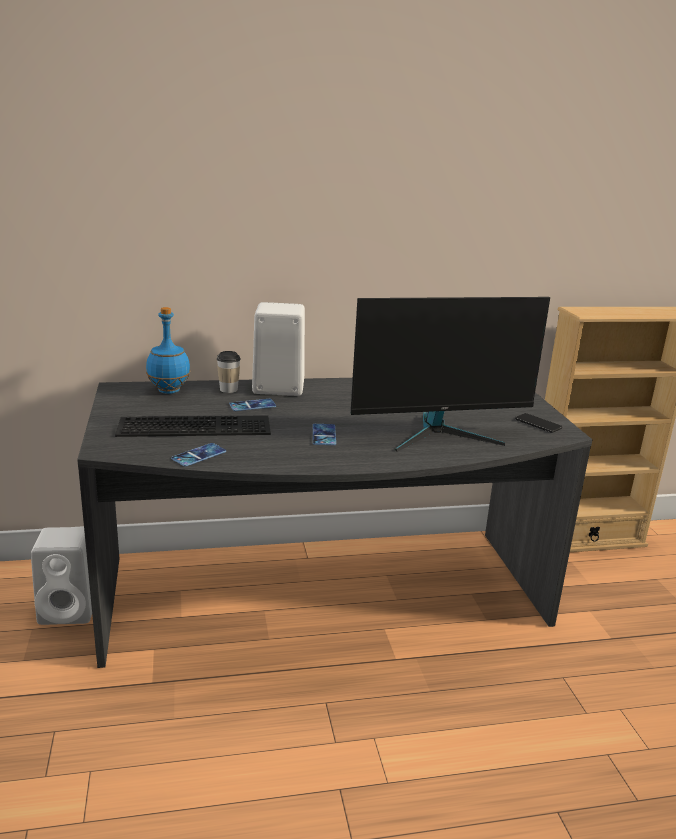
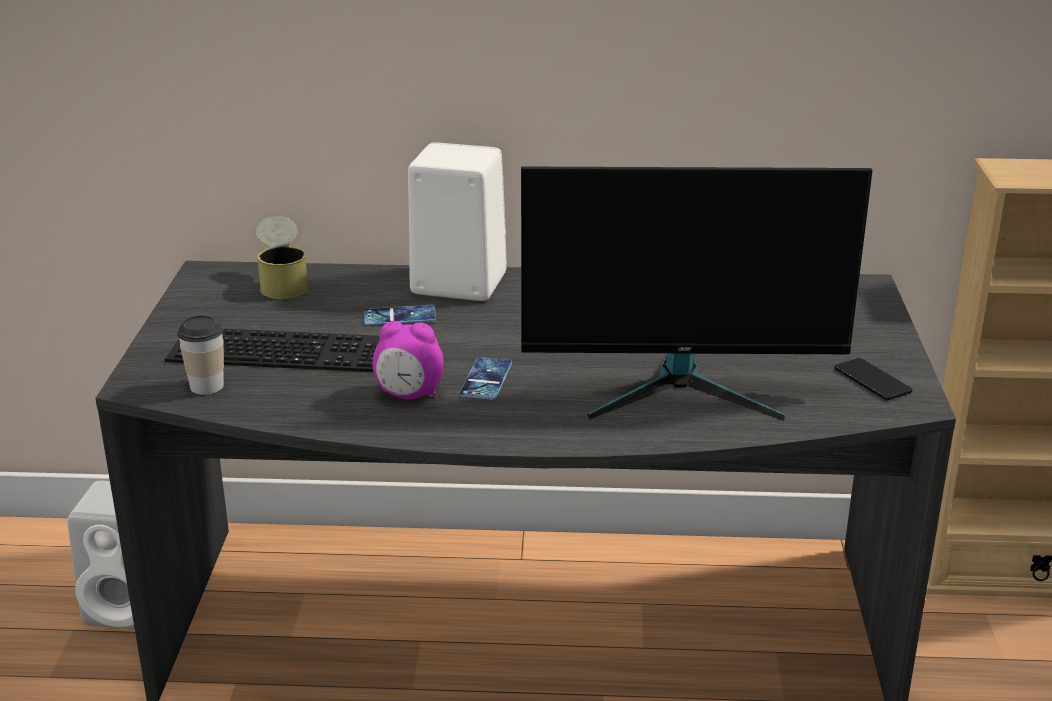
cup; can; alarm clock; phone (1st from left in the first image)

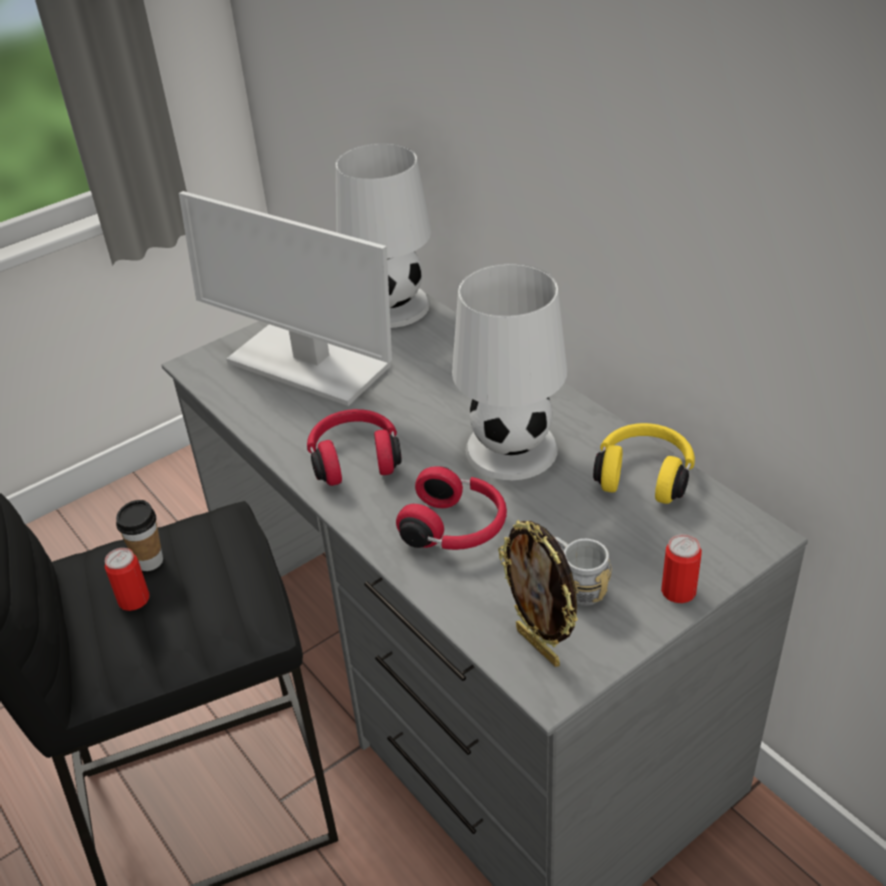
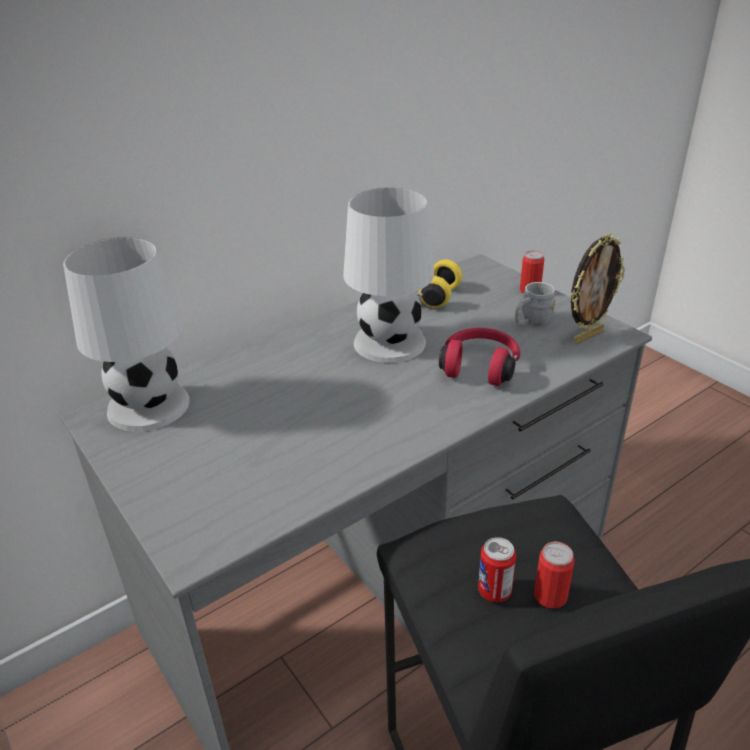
can (1st from left); monitor; headphones in red (1st from left in the first image)

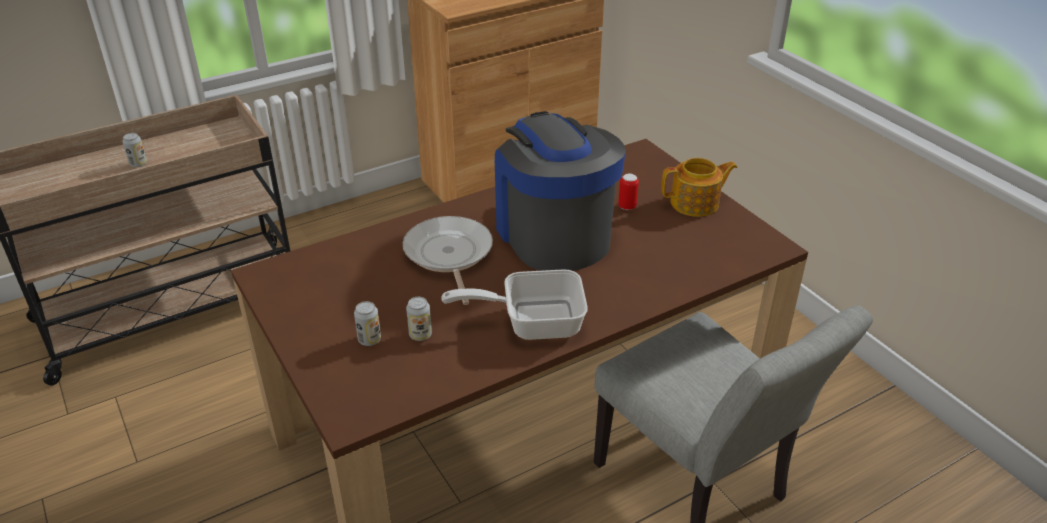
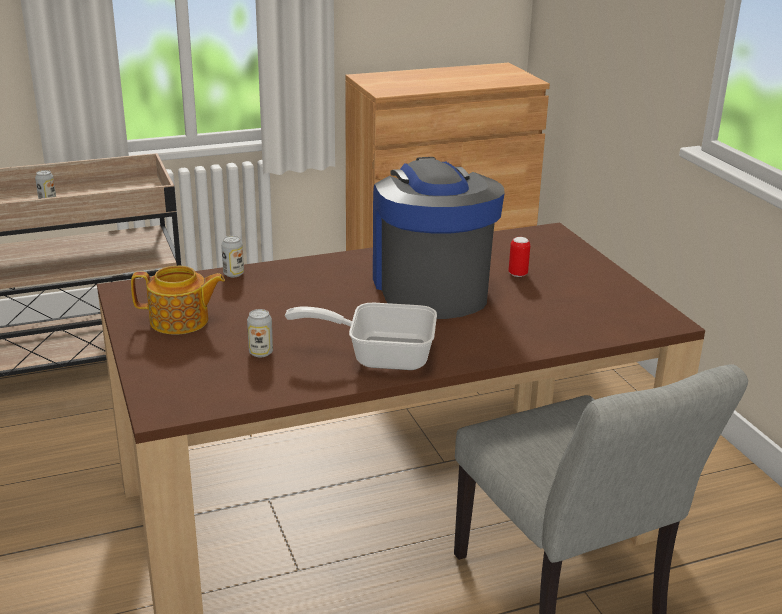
teapot; can (2nd from left); frying pan (1st from left in the first image)

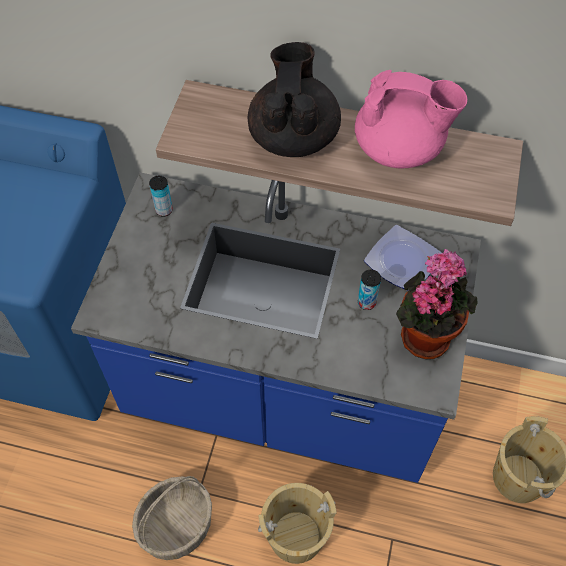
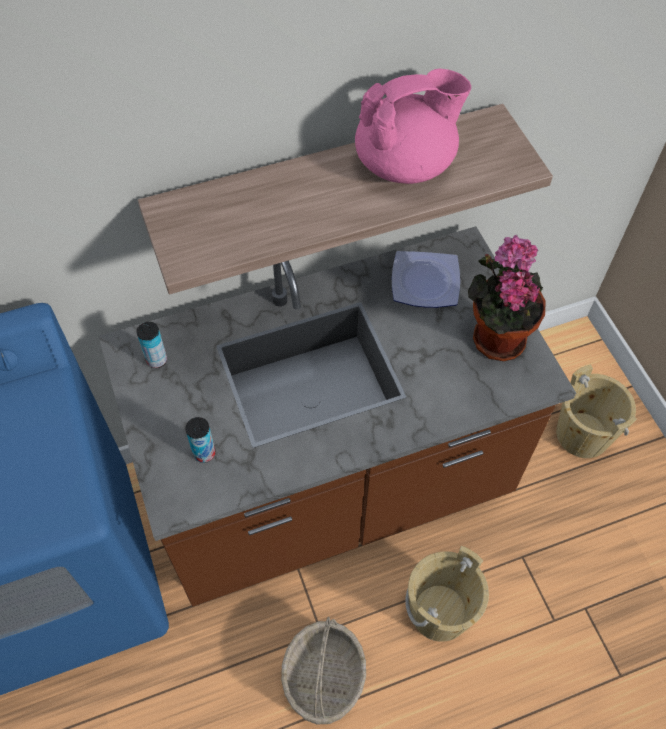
counter in brown; can (2nd from left); teapot in black

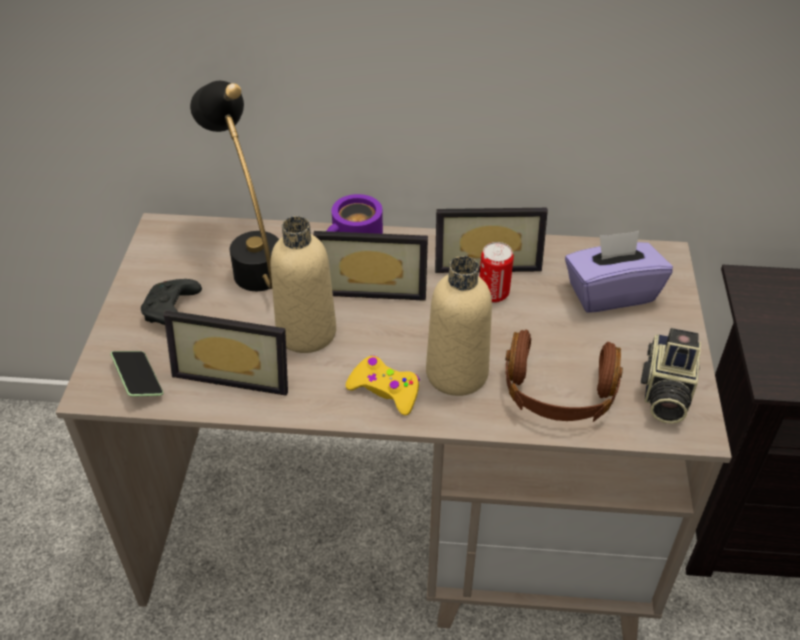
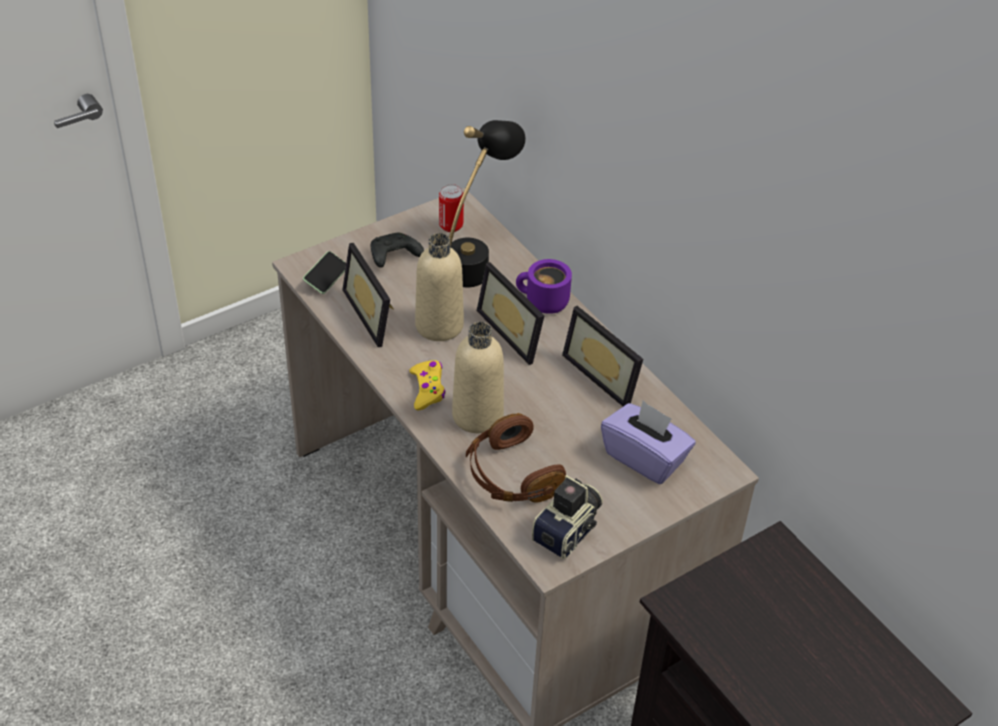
can; photo camera

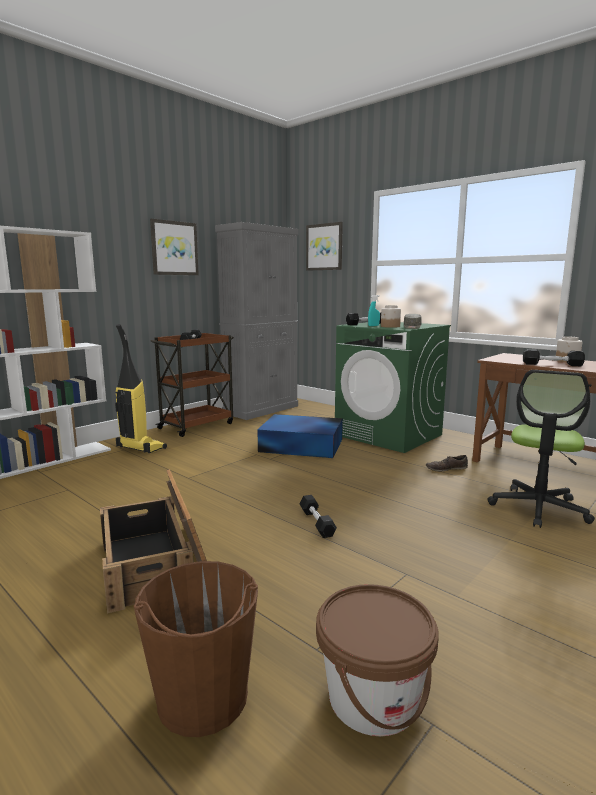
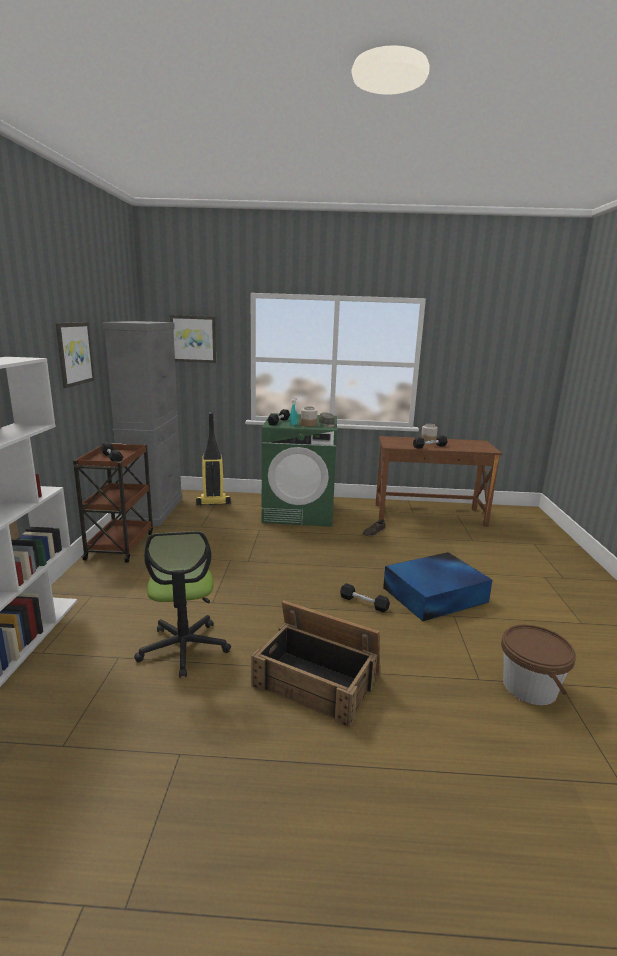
office chair; vacuum cleaner; storage box in blue; bucket in brown (1st from left in the first image)

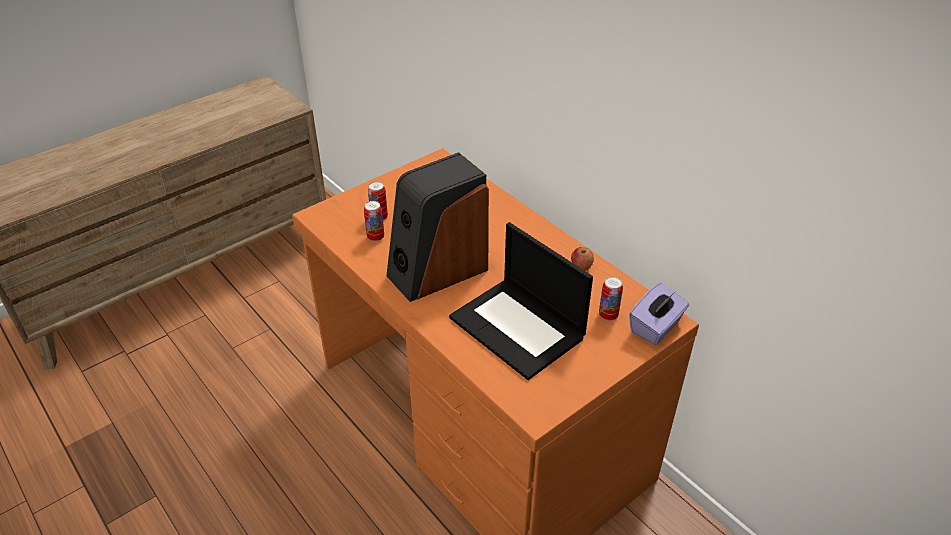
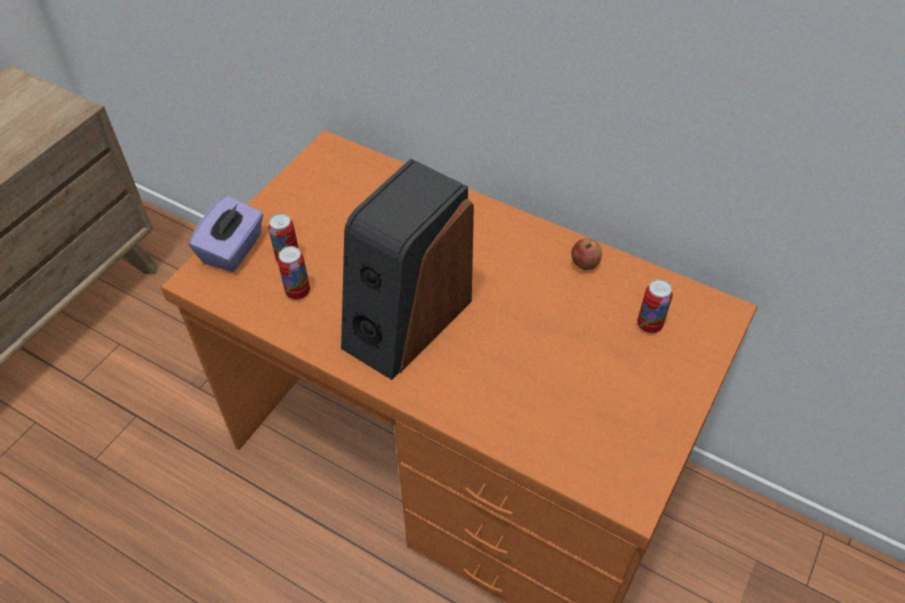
tissue box in purple; laptop

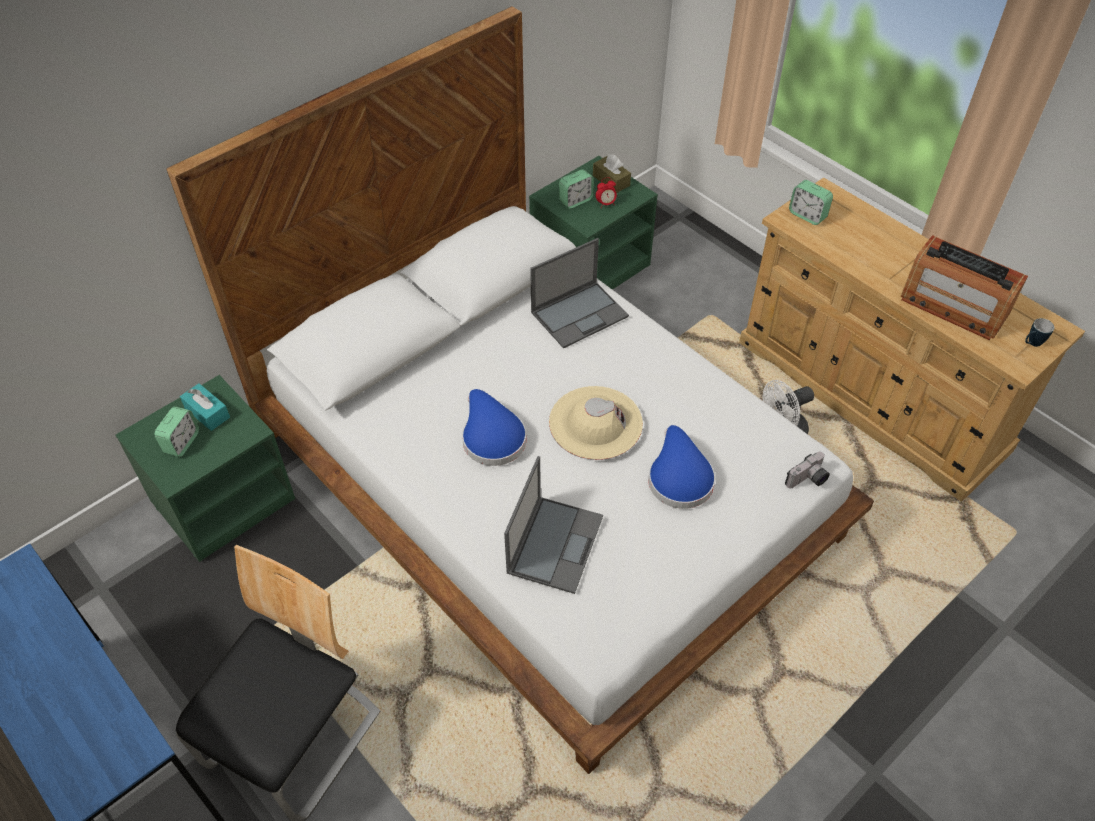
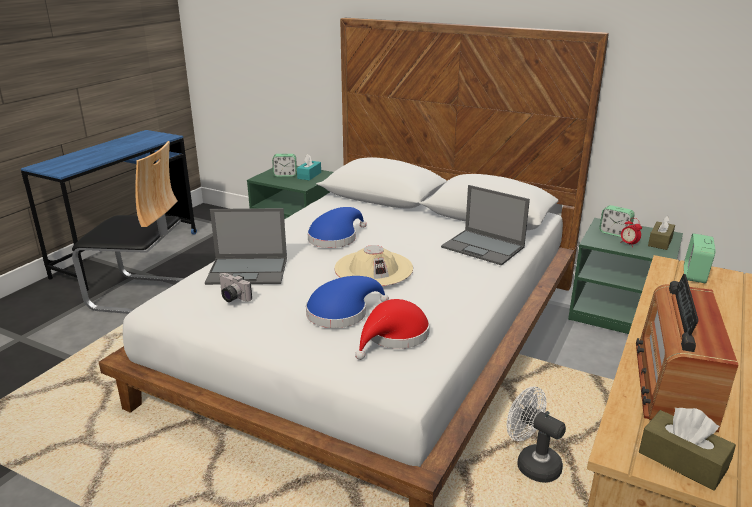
photo camera; hat in red; tissue box in brown (2nd from left)

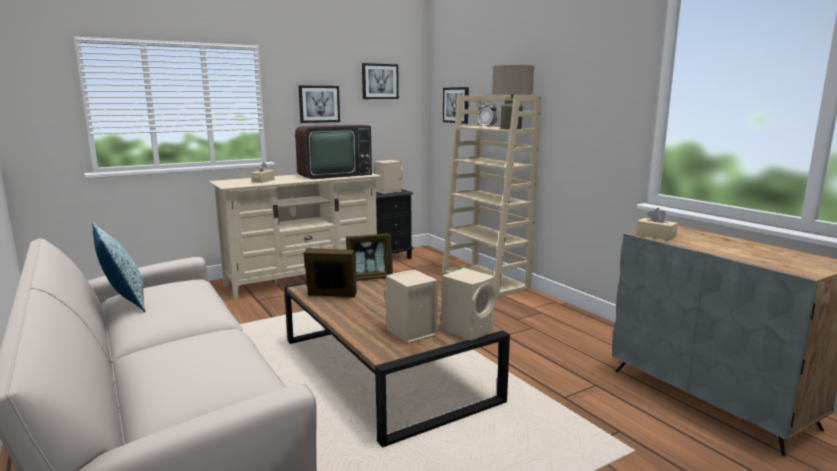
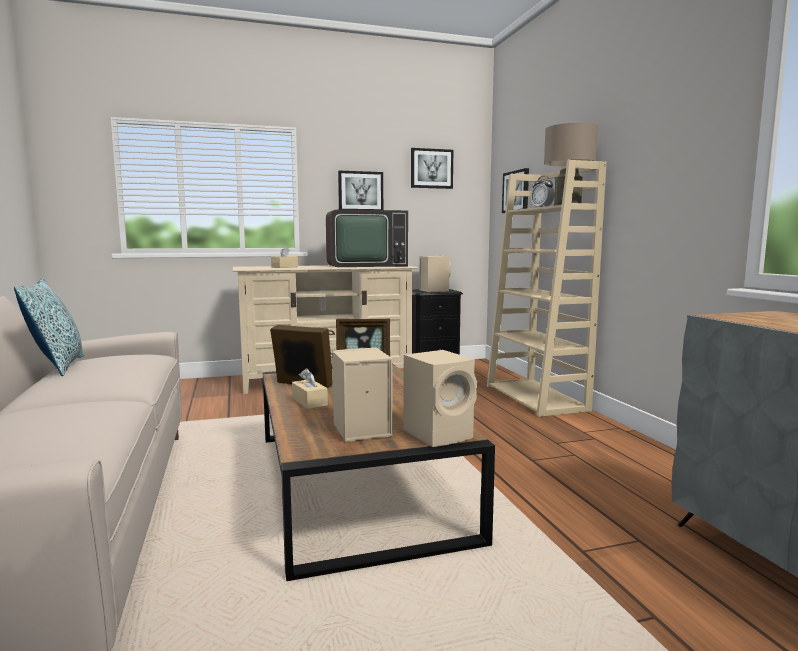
tissue box in beige (2nd from left)

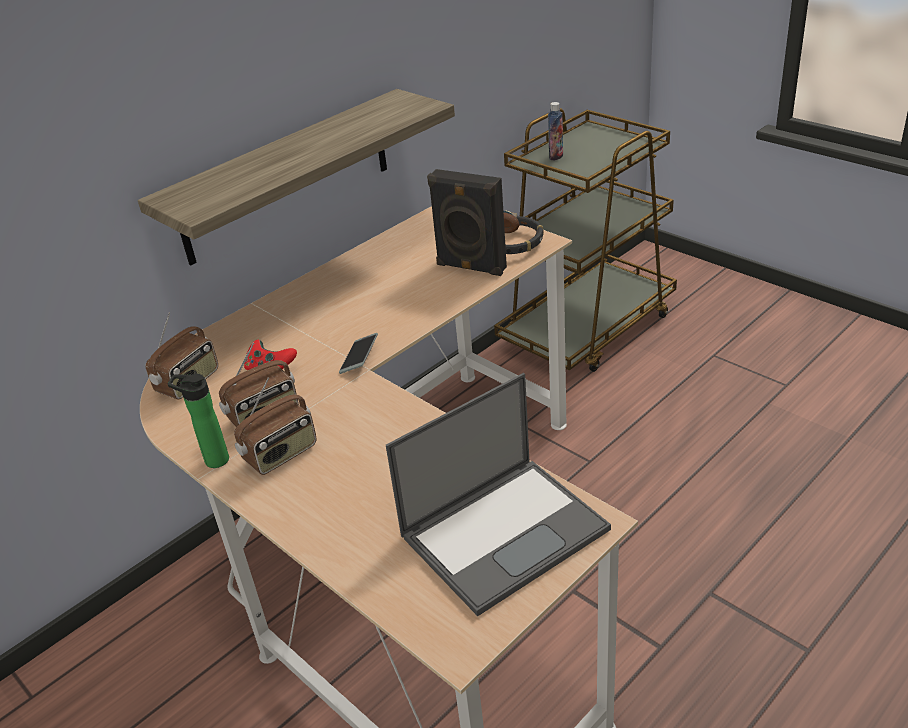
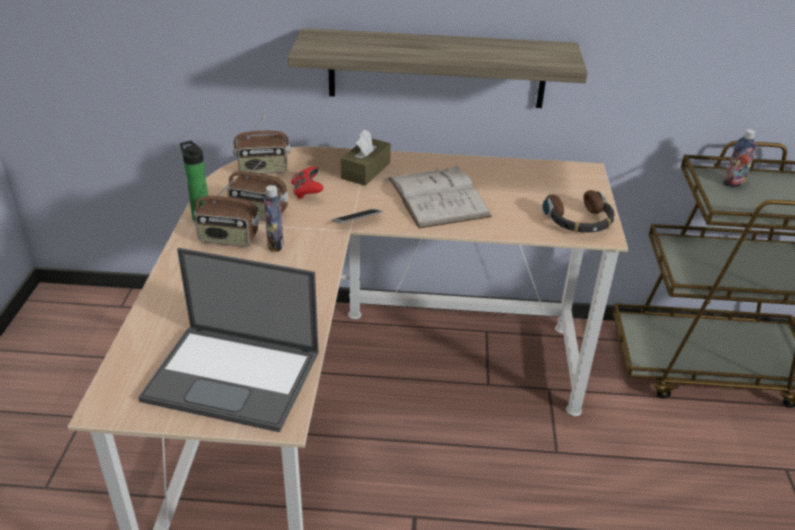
bottle (2nd from left); tissue box in brown; book in white; speaker in black

